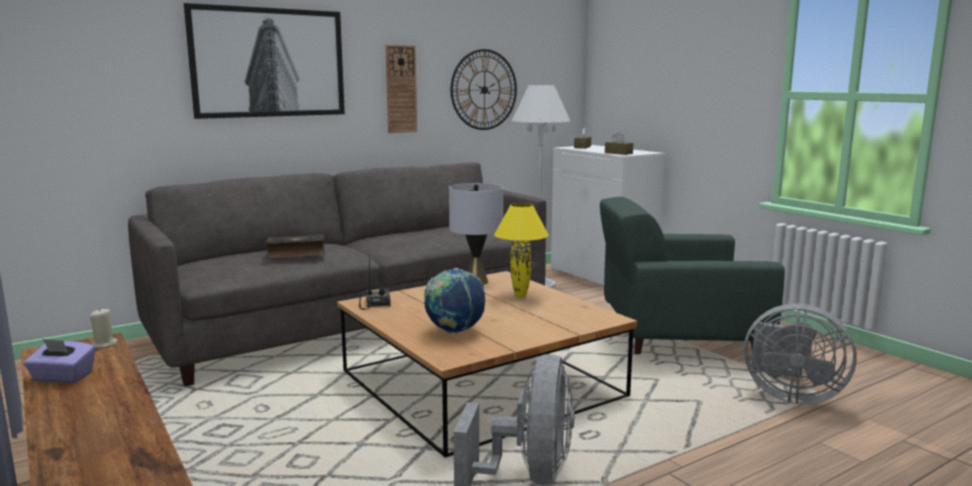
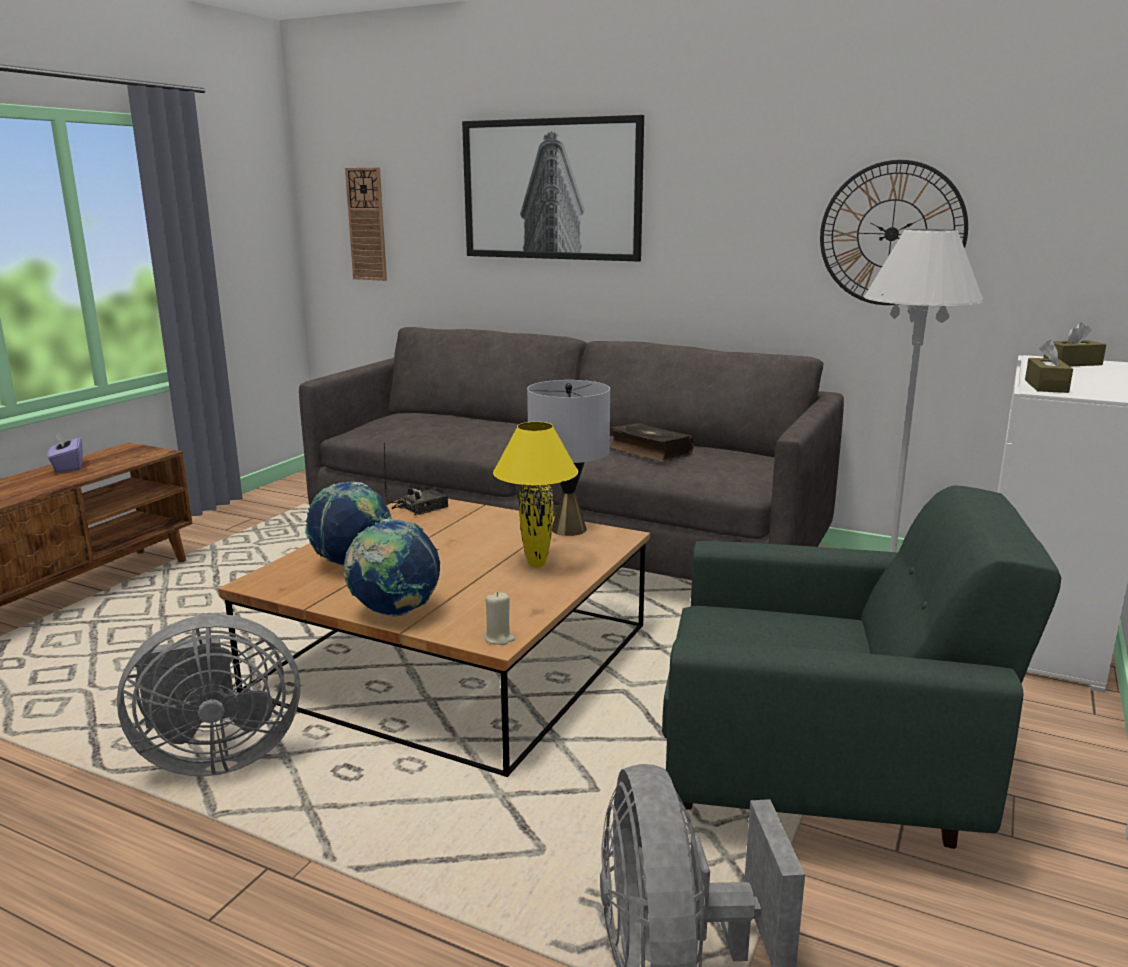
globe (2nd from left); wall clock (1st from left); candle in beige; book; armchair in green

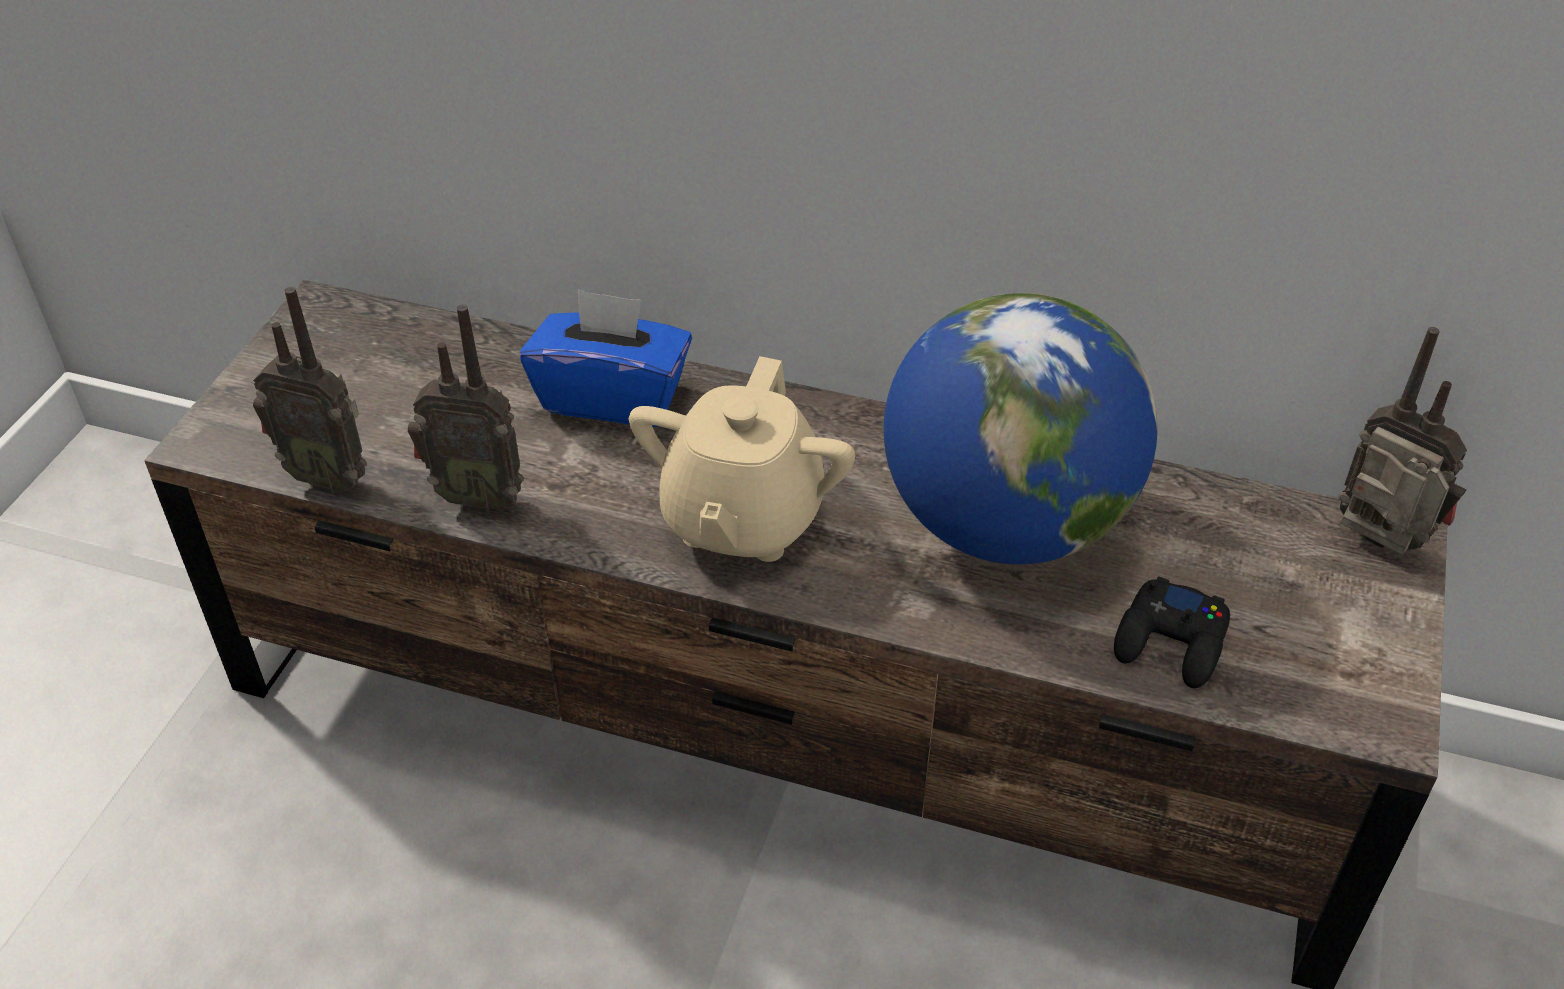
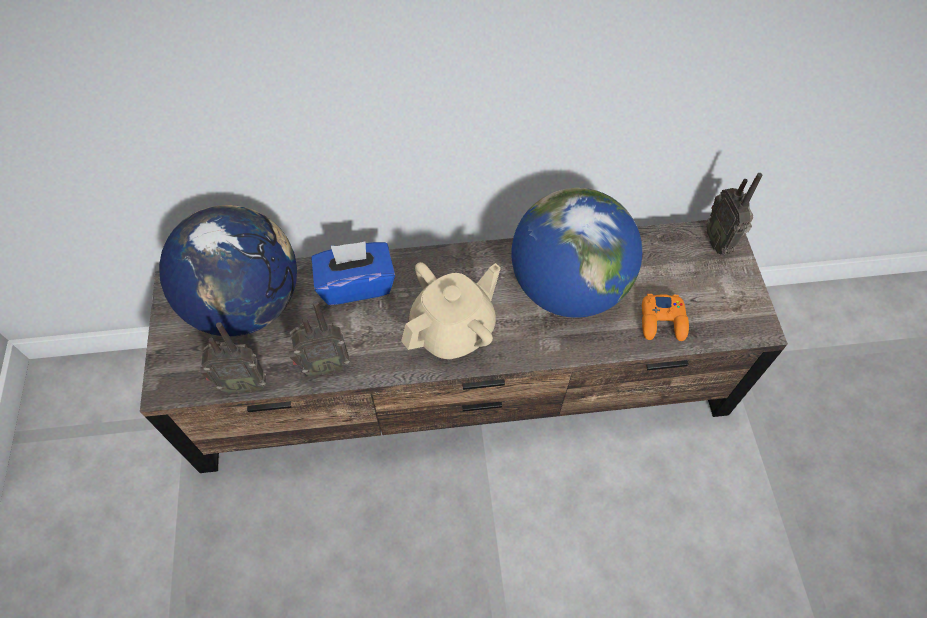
globe (1st from left); teapot in beige; game controller in orange; radio (3rd from left)

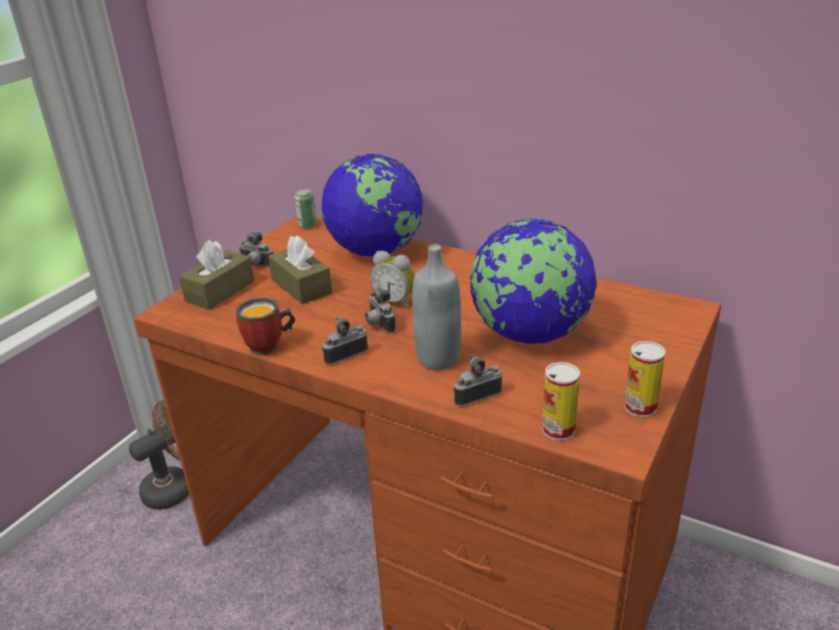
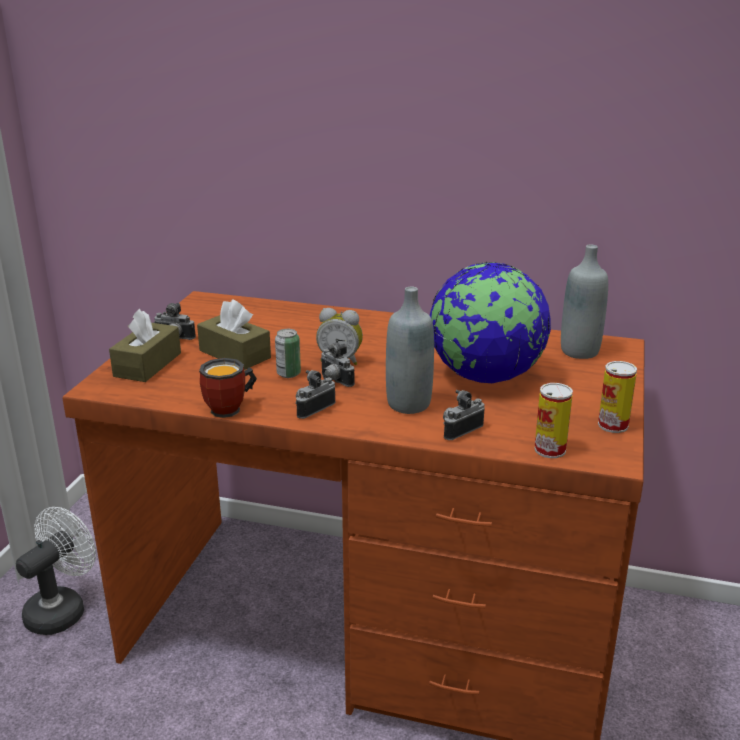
fan in white; can (1st from left); bottle in grey (2nd from left); globe (1st from left in the first image)

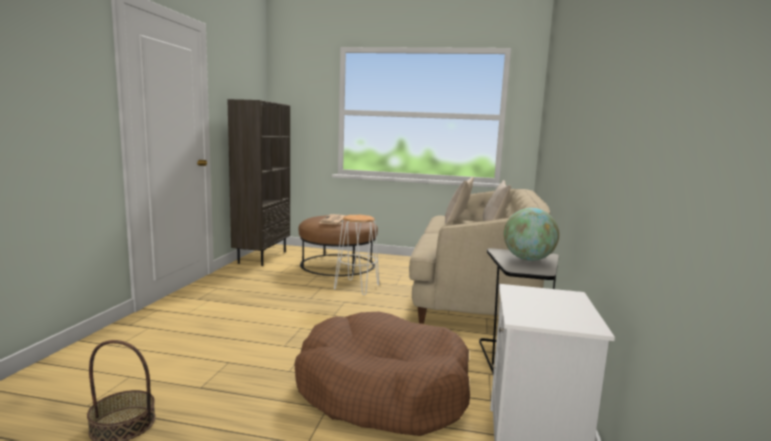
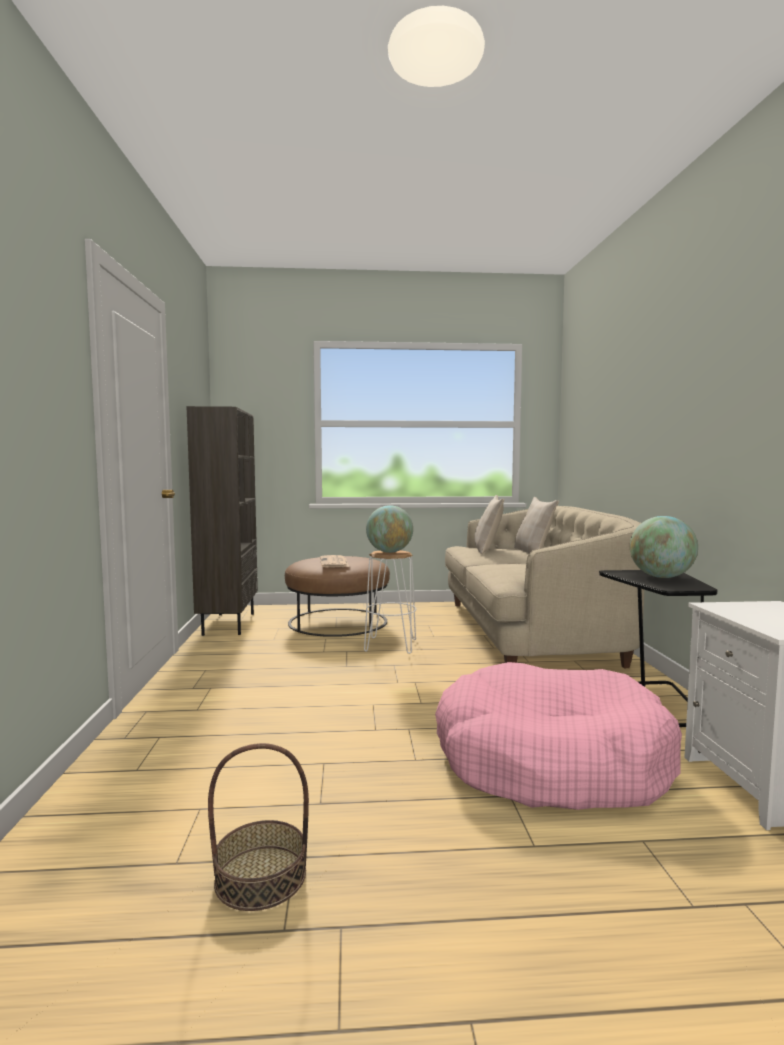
globe (1st from left); dog bed in pink

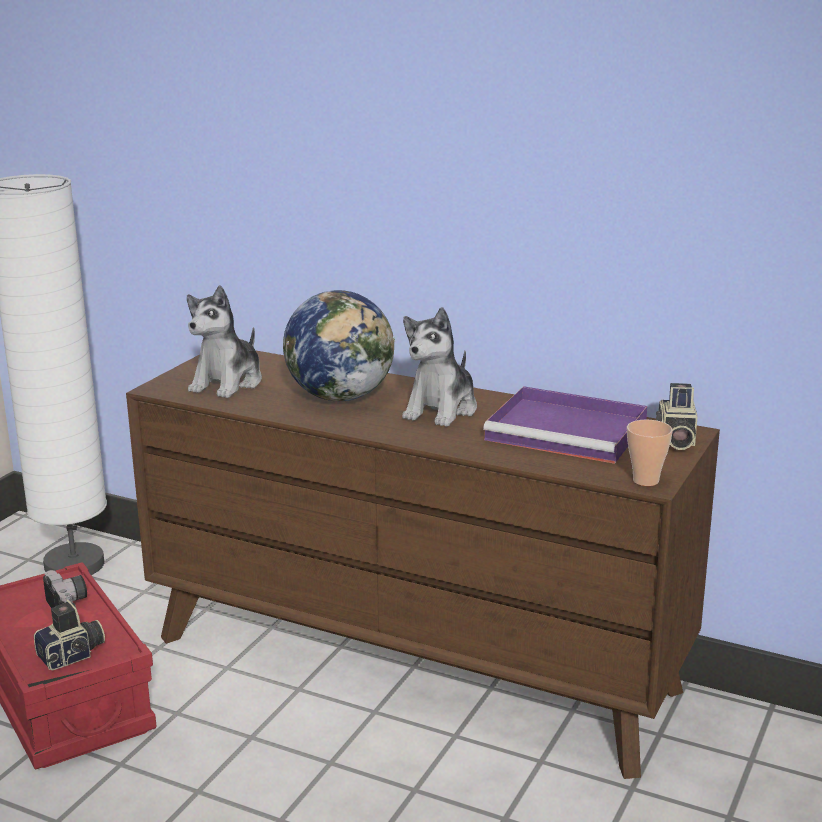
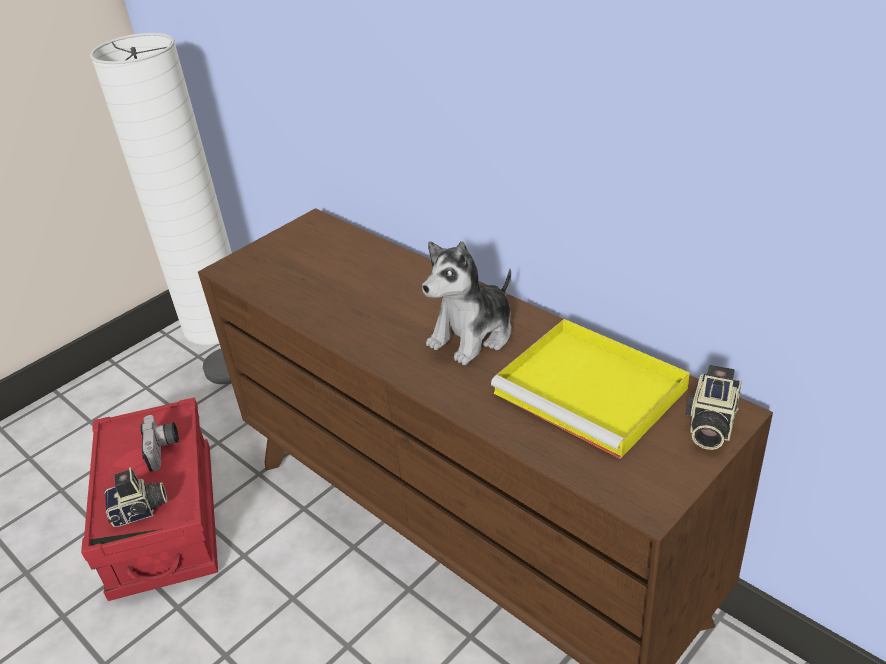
tray in yellow; plush toy (1st from left in the first image); globe; cup

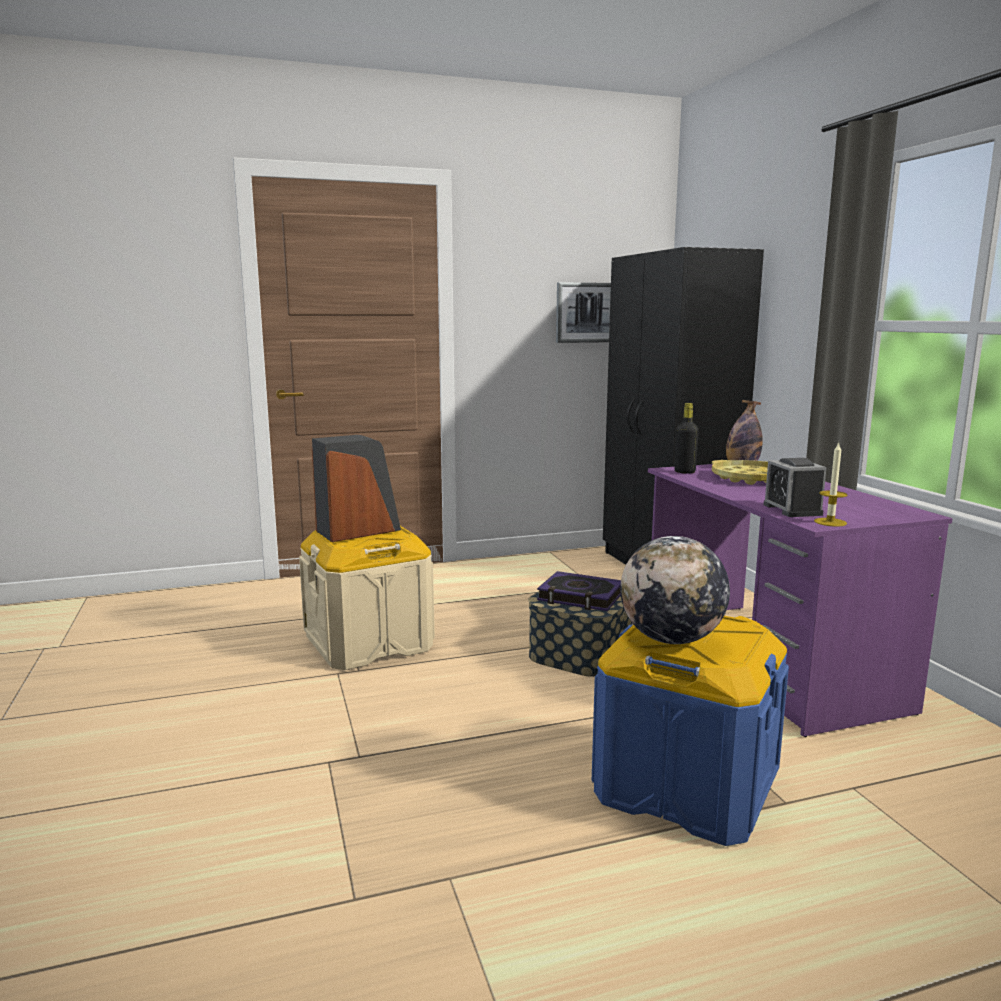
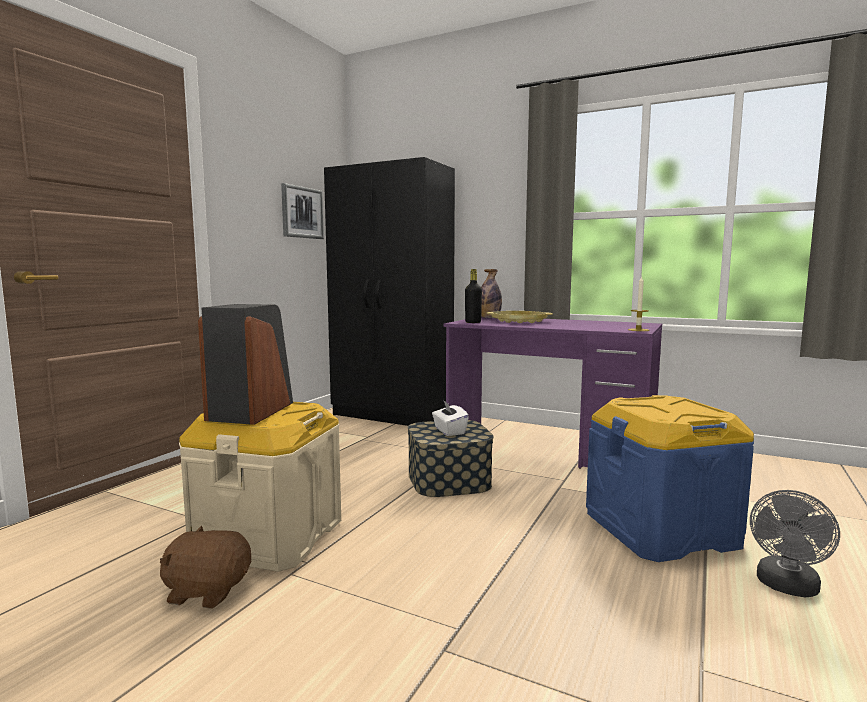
plush toy in brown; tissue box in white; fan in grey; globe; alarm clock

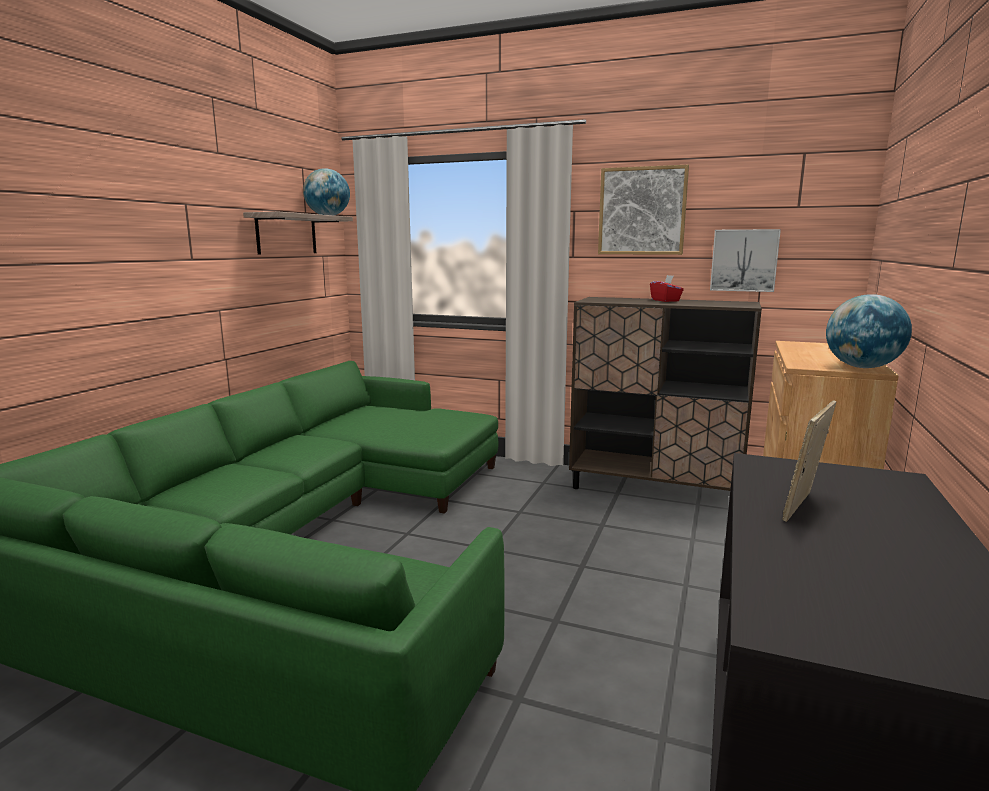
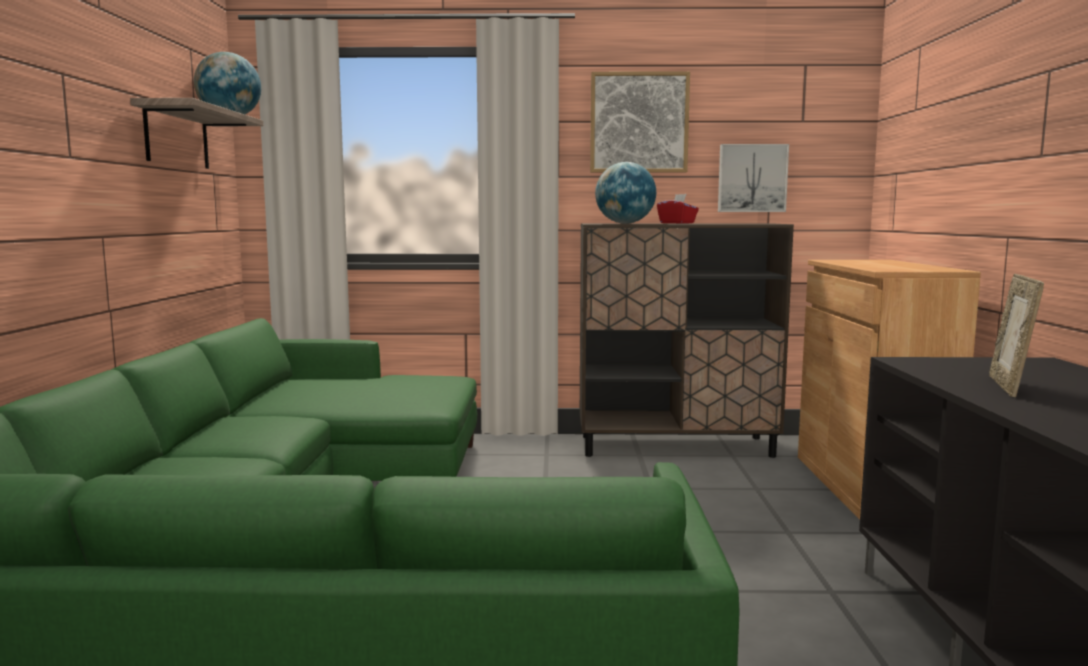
globe (2nd from left)

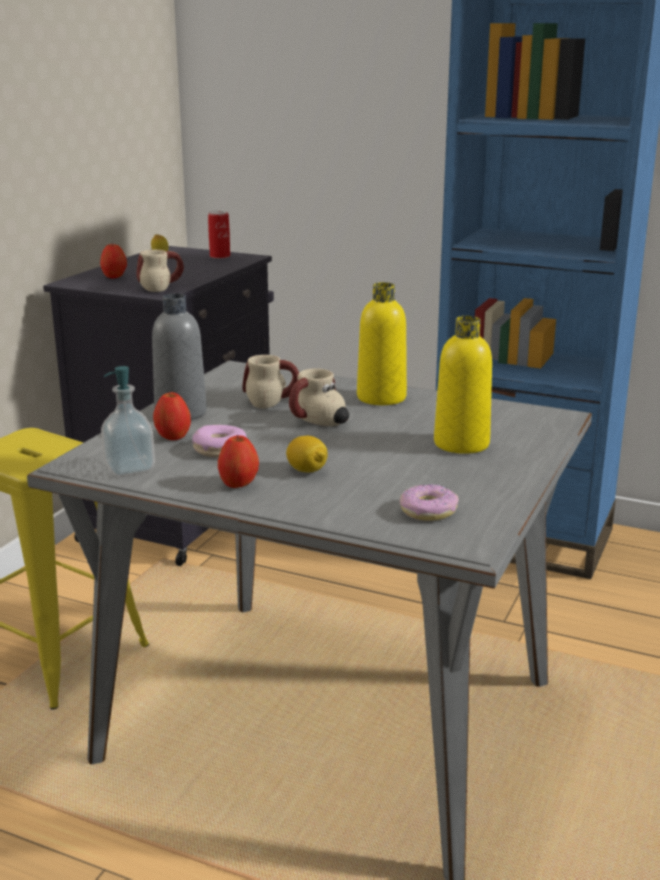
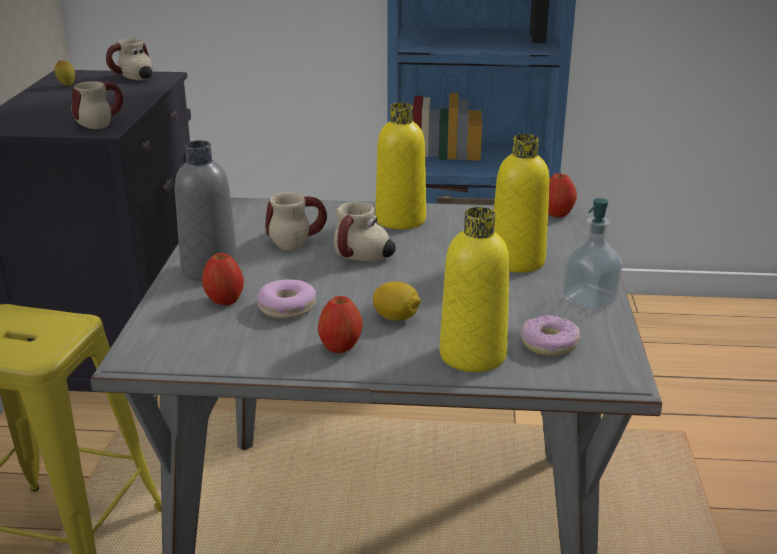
mug (2nd from left); bottle in yellow (2nd from left); apple (3rd from left); soap dispenser

